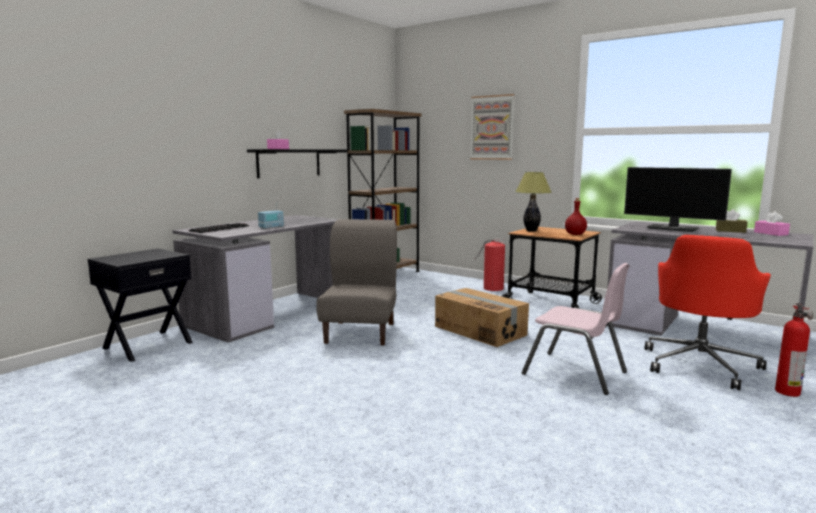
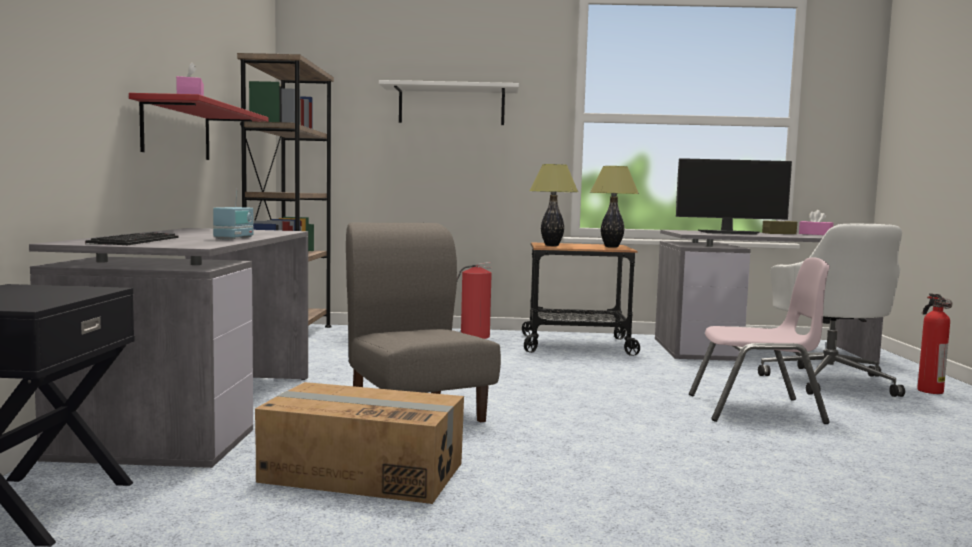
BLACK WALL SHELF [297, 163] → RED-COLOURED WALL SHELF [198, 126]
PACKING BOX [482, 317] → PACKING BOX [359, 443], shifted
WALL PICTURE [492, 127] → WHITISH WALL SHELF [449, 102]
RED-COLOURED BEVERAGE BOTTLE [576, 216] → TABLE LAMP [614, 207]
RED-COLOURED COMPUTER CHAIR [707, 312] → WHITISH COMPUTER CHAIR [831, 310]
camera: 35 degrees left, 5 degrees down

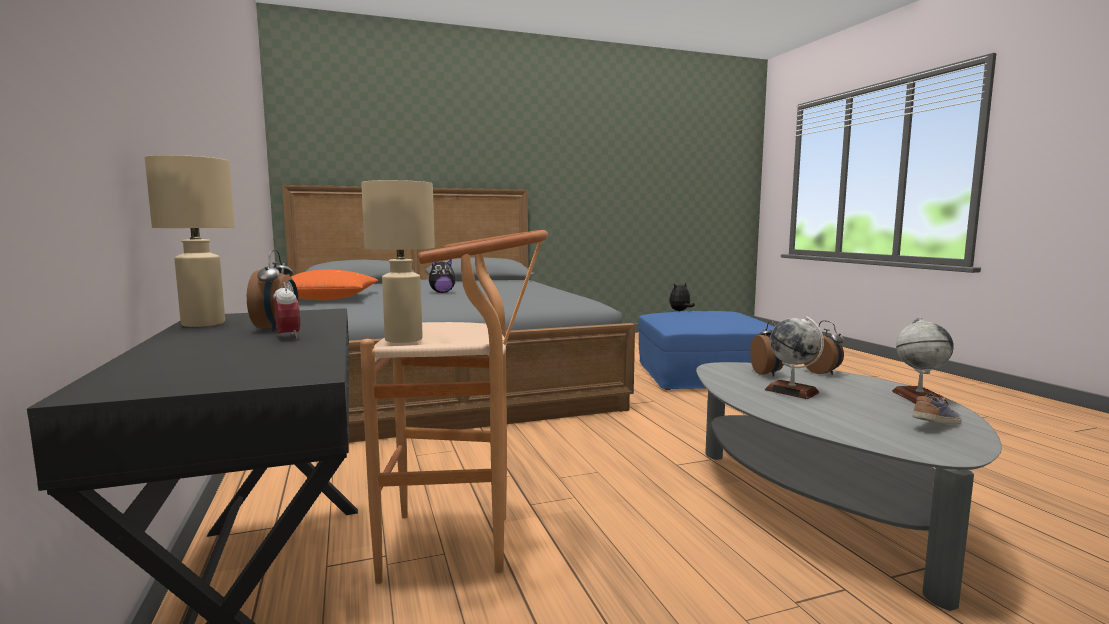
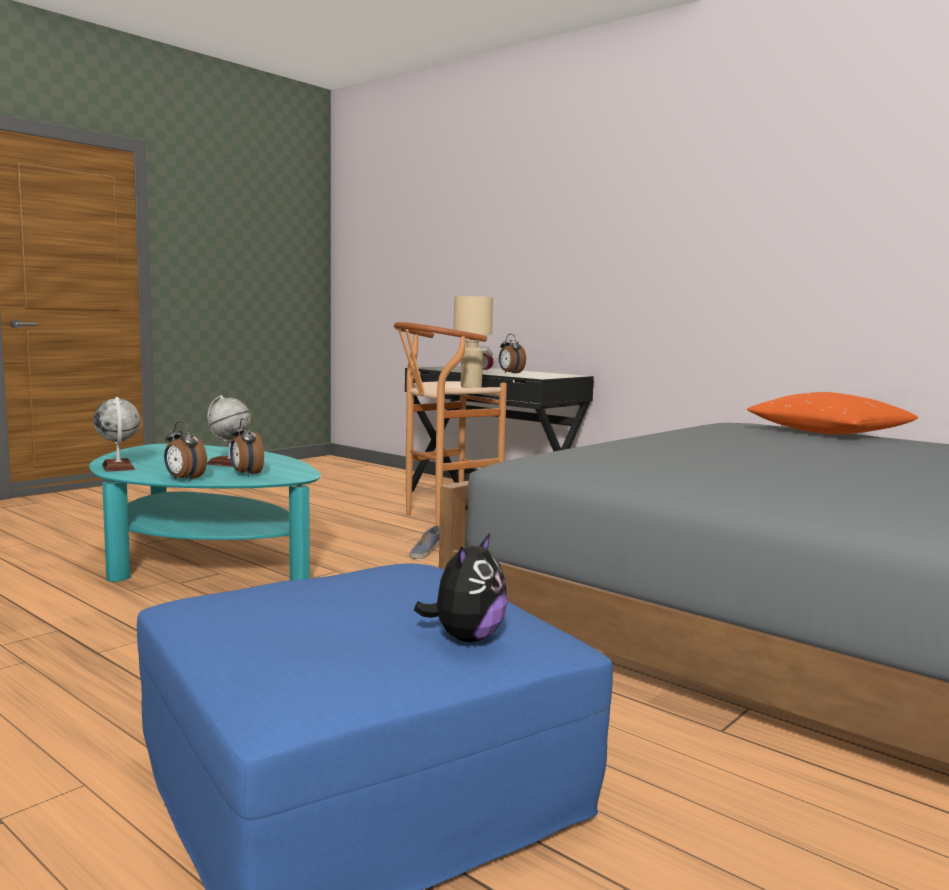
GREY LOW TABLE [849, 486] → TURQUOISE LOW TABLE [205, 513]
SHOE [937, 409] → SHOE [424, 542], shifted
BEIGE TABLE LAMP [190, 241] → -
CUDDLY TOY [442, 276] → -
camera: 150 degrees right, 0 degrees up

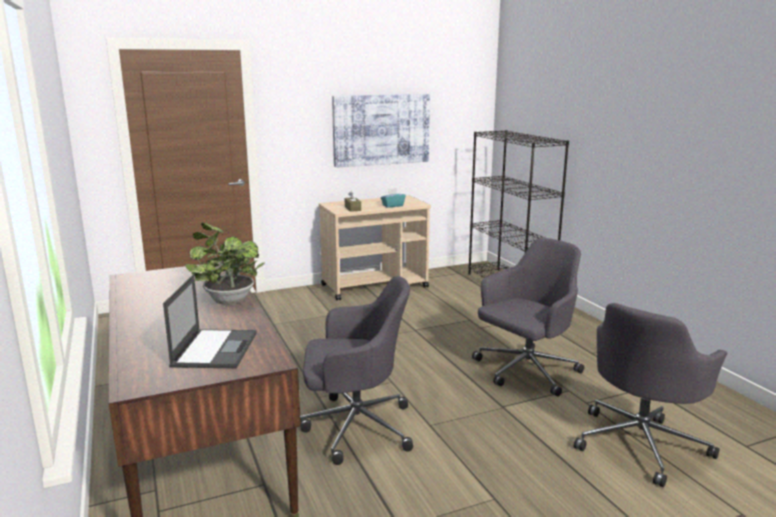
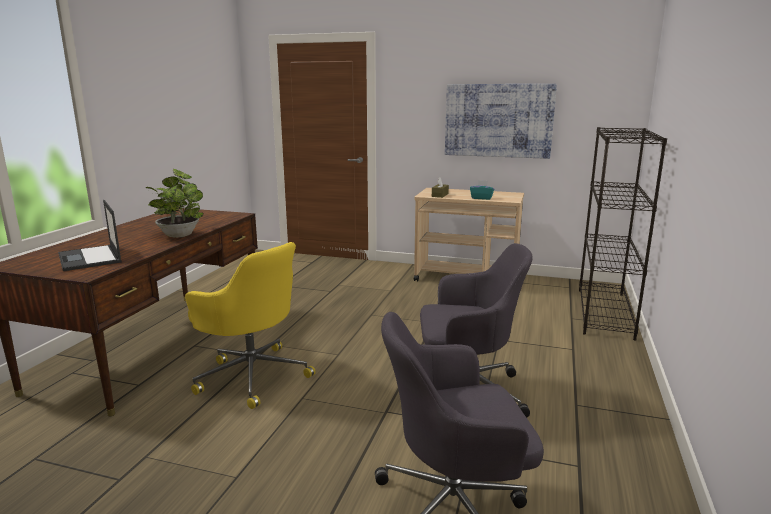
PORTABLE COMPUTER [209, 322] → PORTABLE COMPUTER [90, 235], 105 degrees clockwise
GREY COMPUTER CHAIR [356, 370] → YELLOWISH COMPUTER CHAIR [250, 325]
camera: 40 degrees right, 0 degrees up

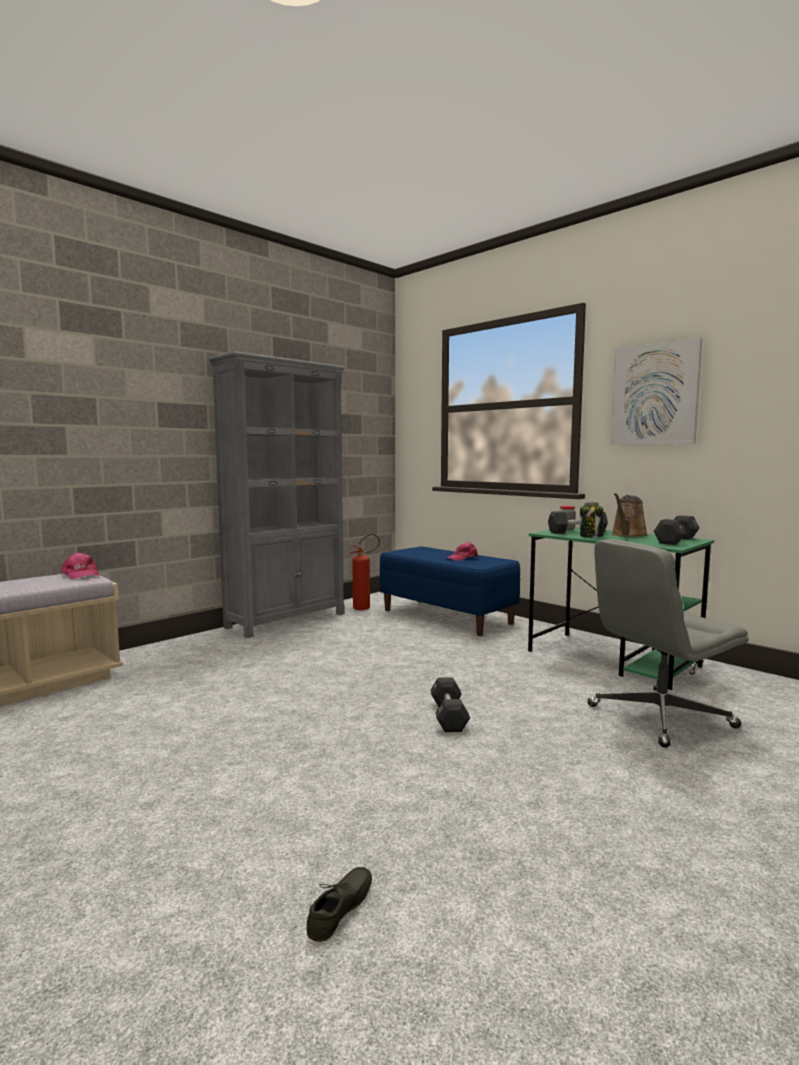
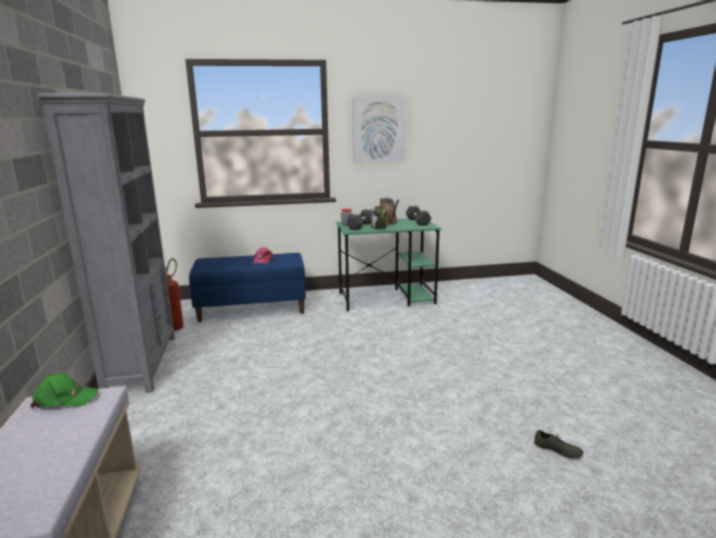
PINK-COLOURED CAP [80, 565] → GREENISH CAP [64, 391]
GREY SHOE [339, 904] → GREY SHOE [558, 444], 150 degrees clockwise
BLACK FREE WEIGHT [450, 704] → -
GREY COMPUTER CHAIR [668, 643] → -
camera: 55 degrees left, 10 degrees up

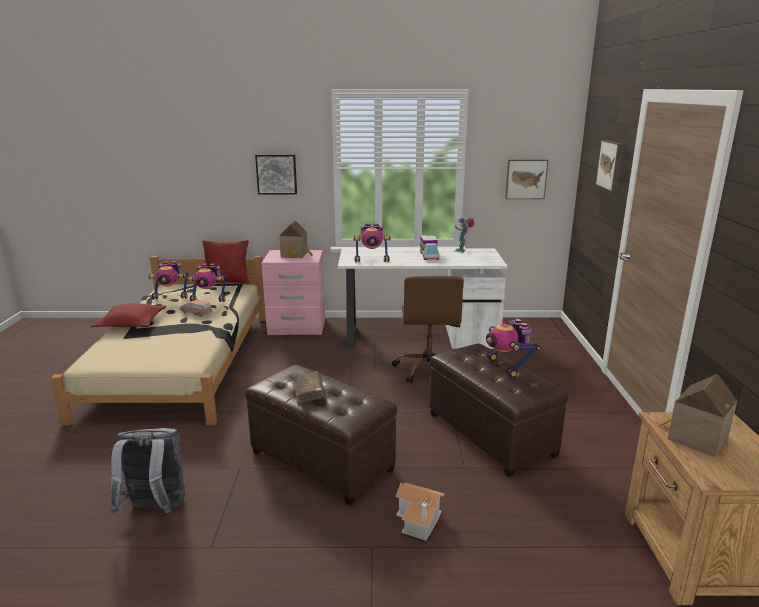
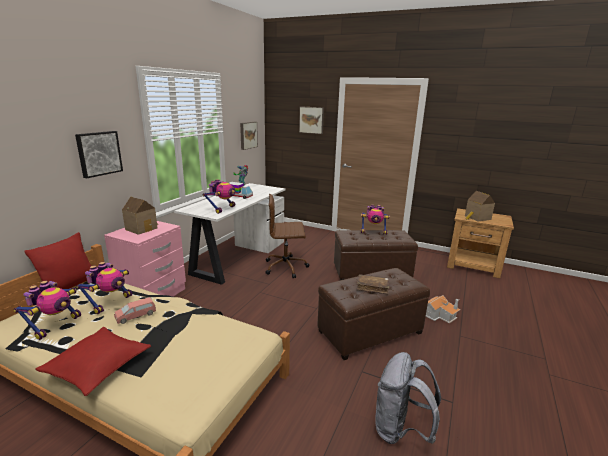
BROWN COMPUTER CHAIR [428, 329] → BROWN COMPUTER CHAIR [287, 236], 150 degrees clockwise
camera: 65 degrees left, 0 degrees up

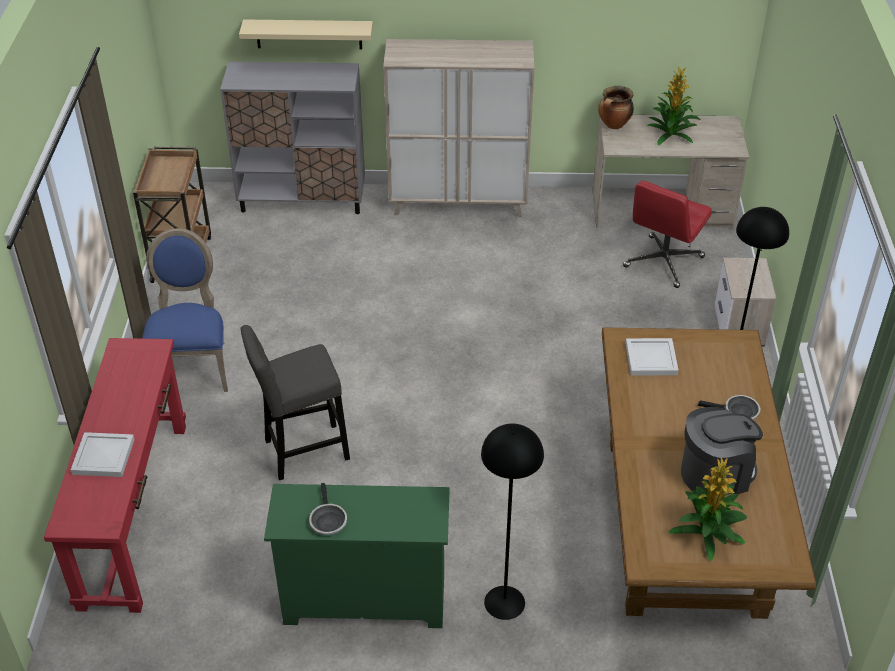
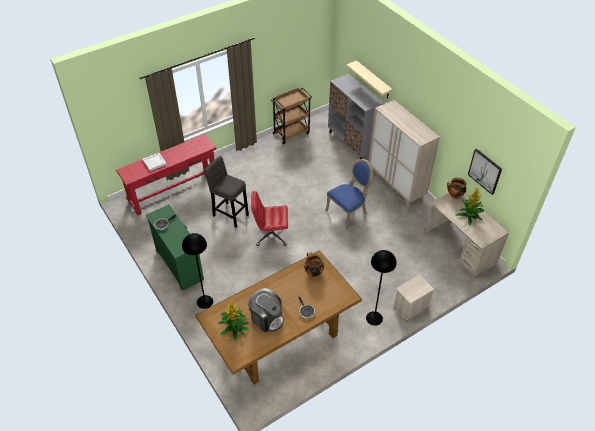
RED-COLOURED COMPUTER CHAIR [667, 234] → RED-COLOURED COMPUTER CHAIR [269, 218], shifted
WHITISH SERVING TRAY [652, 357] → COOKING POT [314, 264]
BLUISH UPRIGHT CHAIR [185, 310] → BLUISH UPRIGHT CHAIR [349, 194], shifted
- → WALL PICTURE [485, 172]
camera: 55 degrees right, 5 degrees up

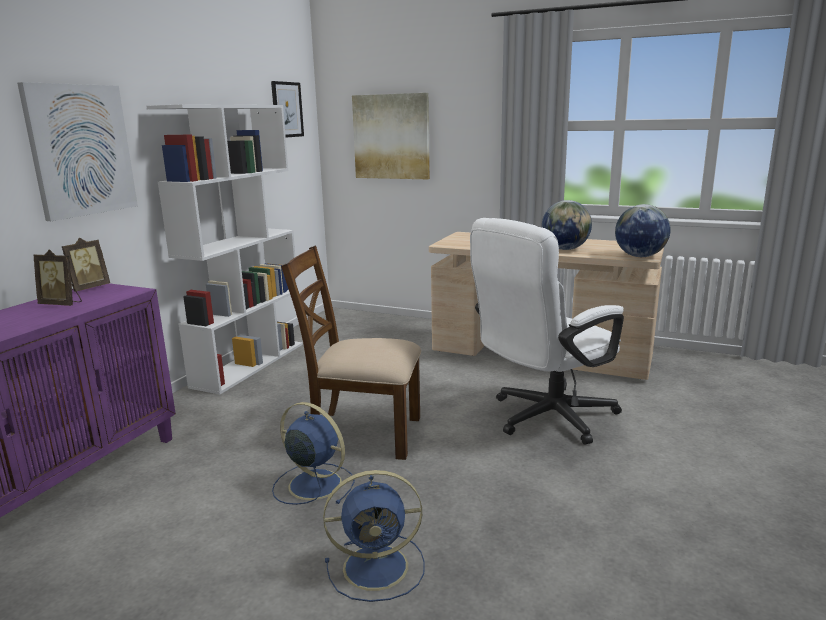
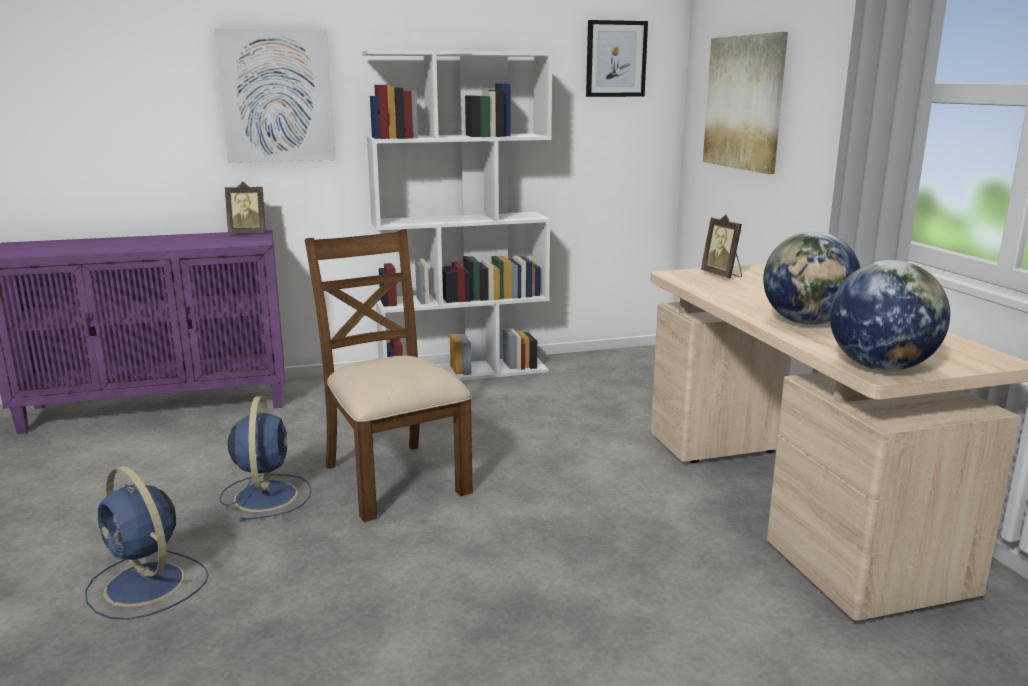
PHOTO FRAME [58, 277] → PHOTO FRAME [721, 246], shifted
WHITISH COMPUTER CHAIR [547, 331] → -
camera: 50 degrees right, 0 degrees up

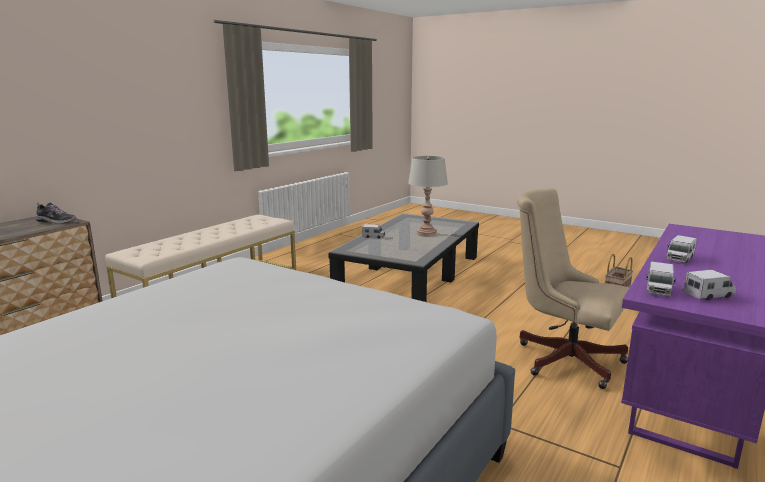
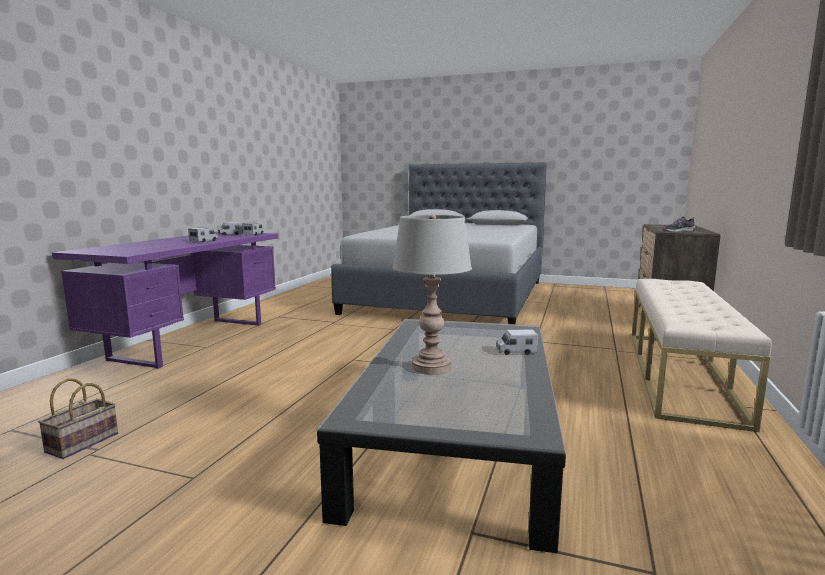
BEIGE COMPUTER CHAIR [573, 288] → -
camera: 165 degrees right, 5 degrees down

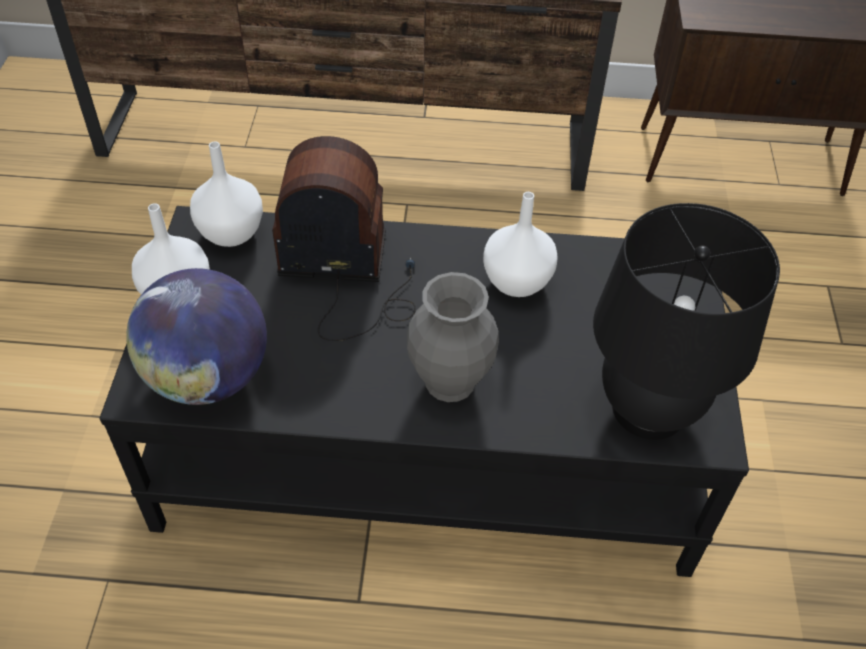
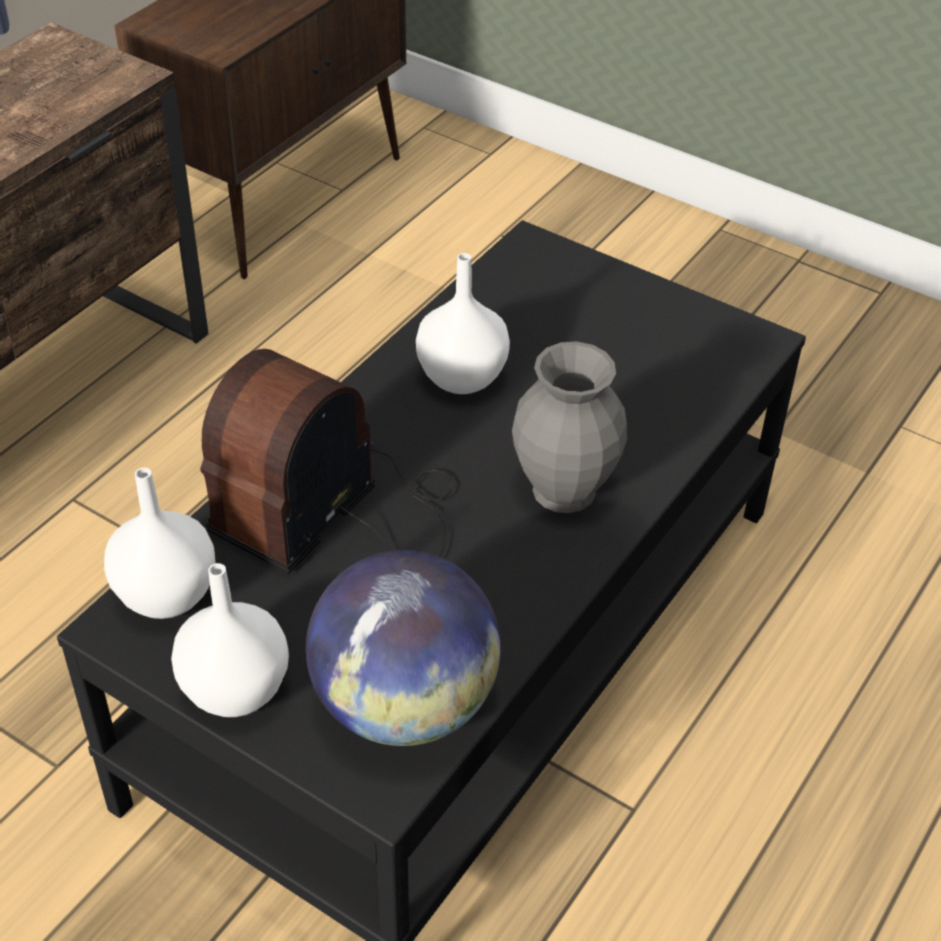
BLACK TABLE LAMP [686, 321] → -
camera: 60 degrees left, 5 degrees down

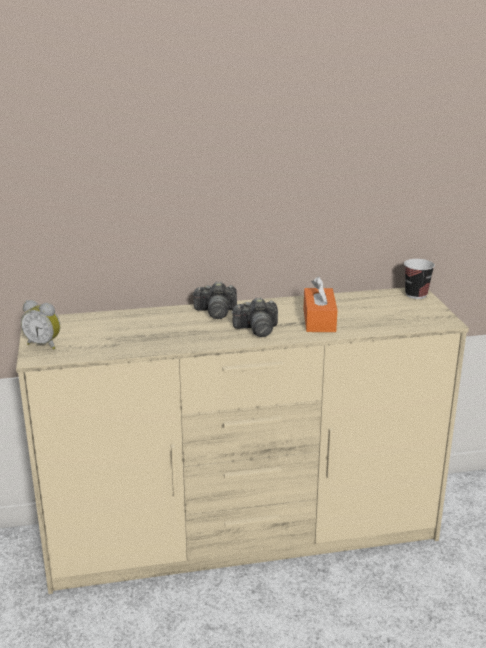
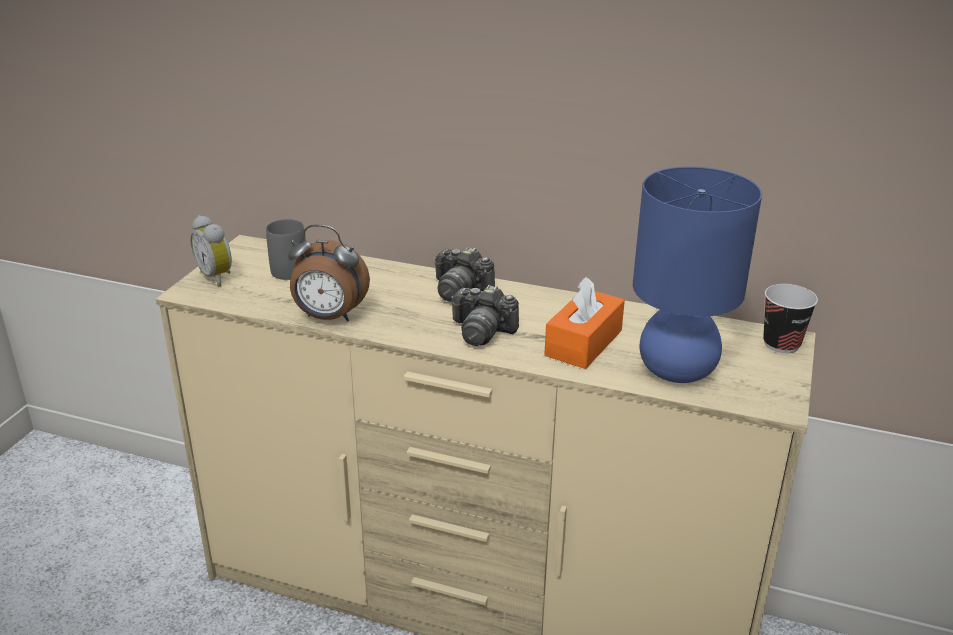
- → GREY TEA MUG [286, 249]
- → TABLE CLOCK [329, 272]
- → BLUISH TABLE LAMP [697, 274]
camera: 30 degrees right, 5 degrees up

